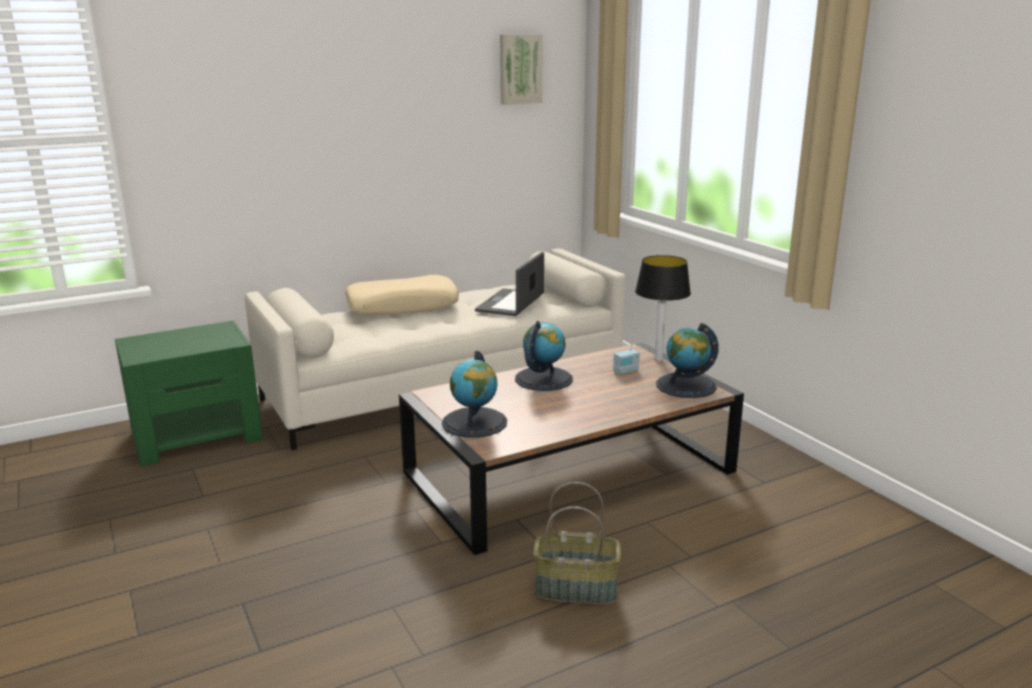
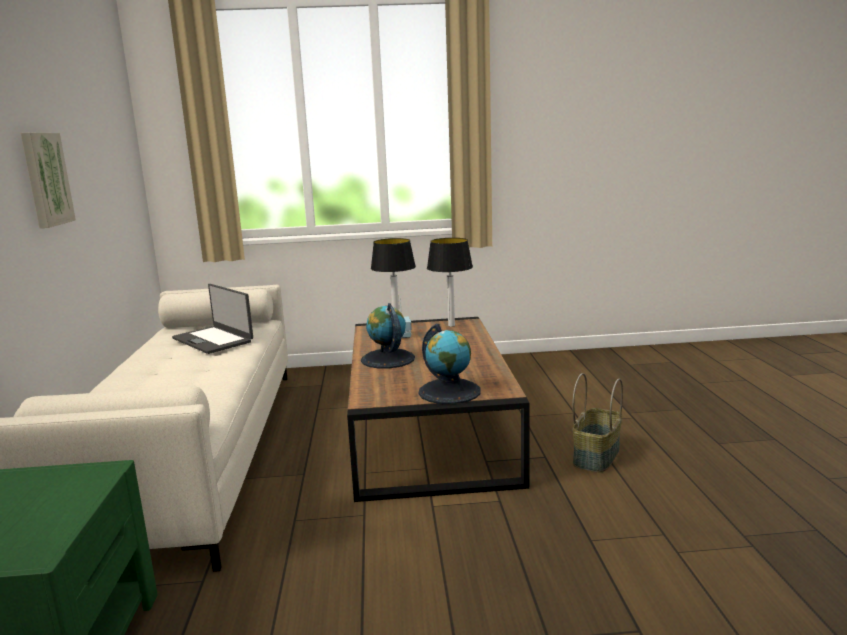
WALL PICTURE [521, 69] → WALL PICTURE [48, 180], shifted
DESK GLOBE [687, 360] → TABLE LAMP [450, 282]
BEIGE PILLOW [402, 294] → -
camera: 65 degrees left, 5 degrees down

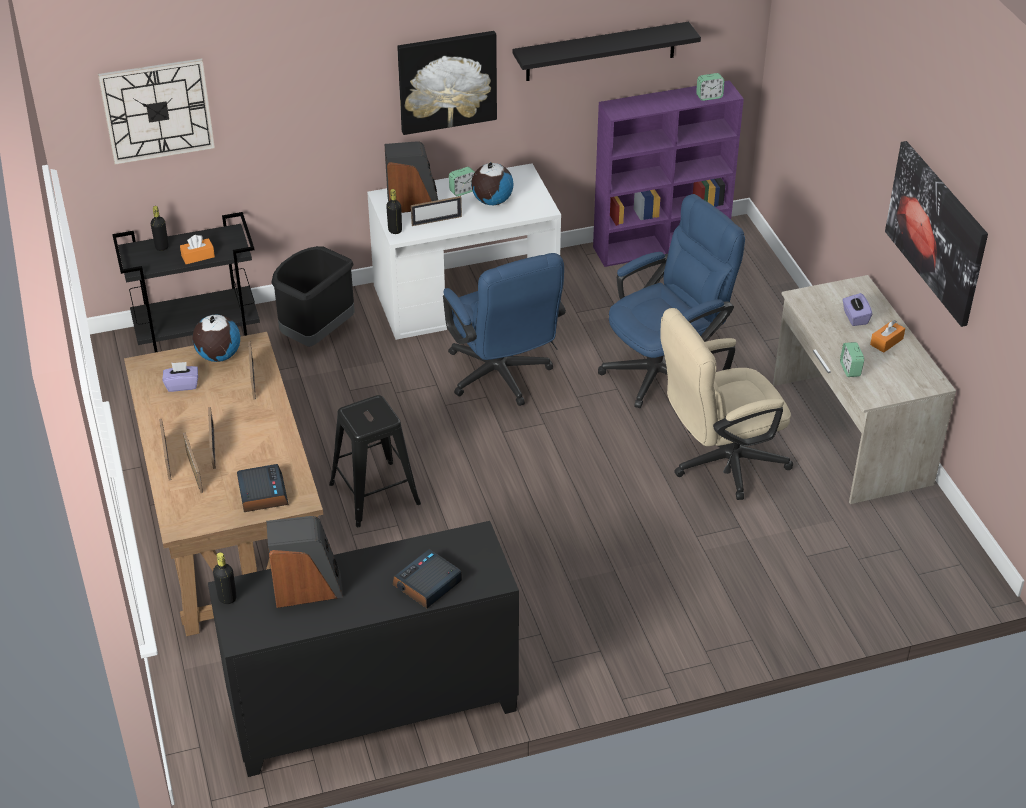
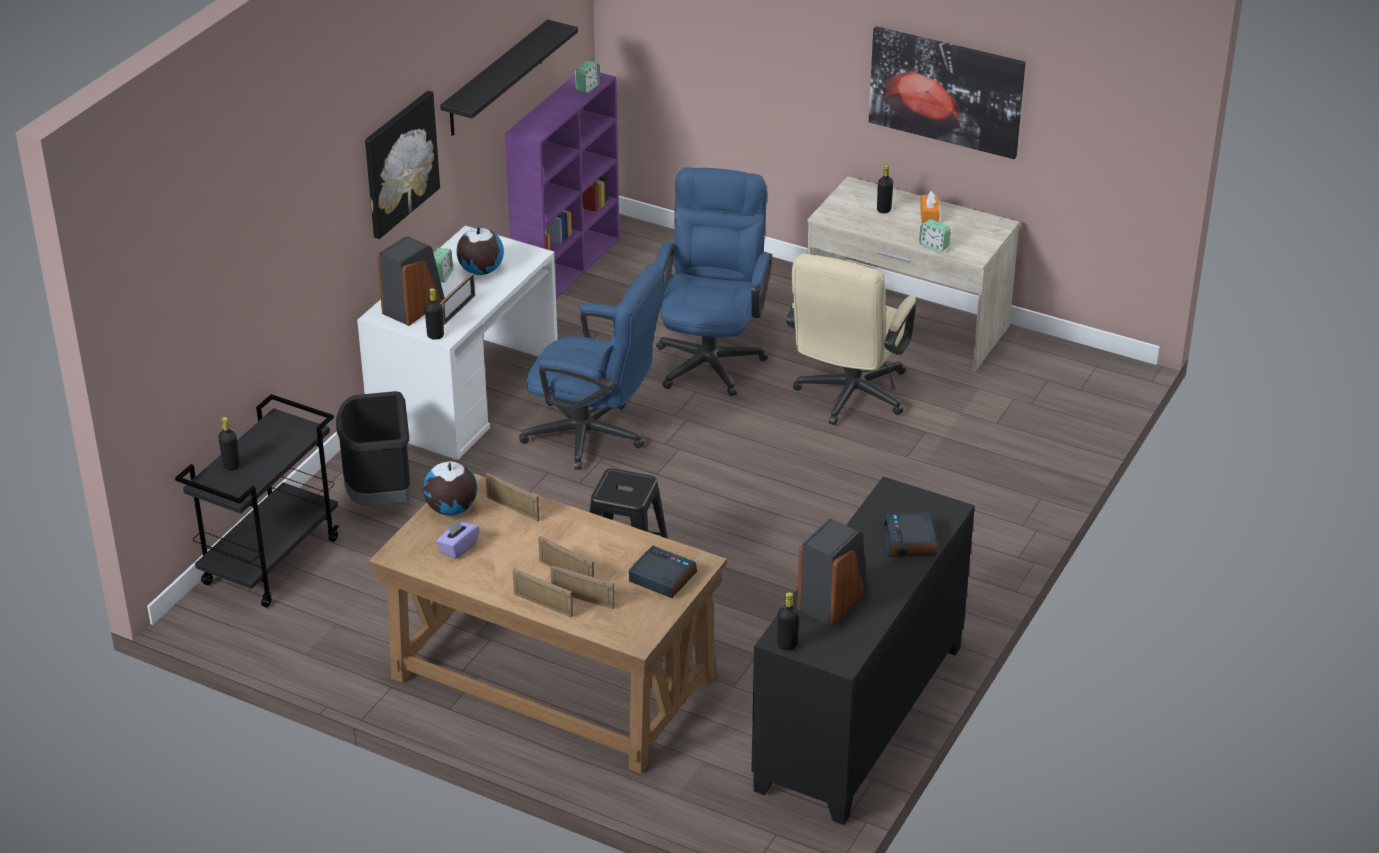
PURPLE TISSUE BOX [857, 309] → BLACK BEVERAGE BOTTLE [885, 189]
CLOCK ON THE WALL [156, 111] → -
ORANGEY TISSUE BOX [197, 249] → -
camera: 45 degrees left, 5 degrees down

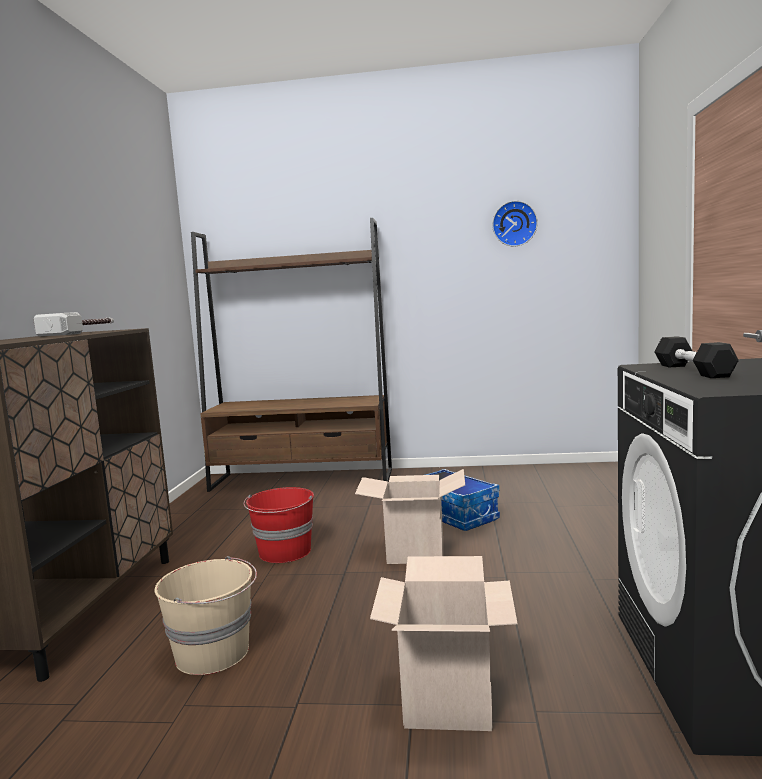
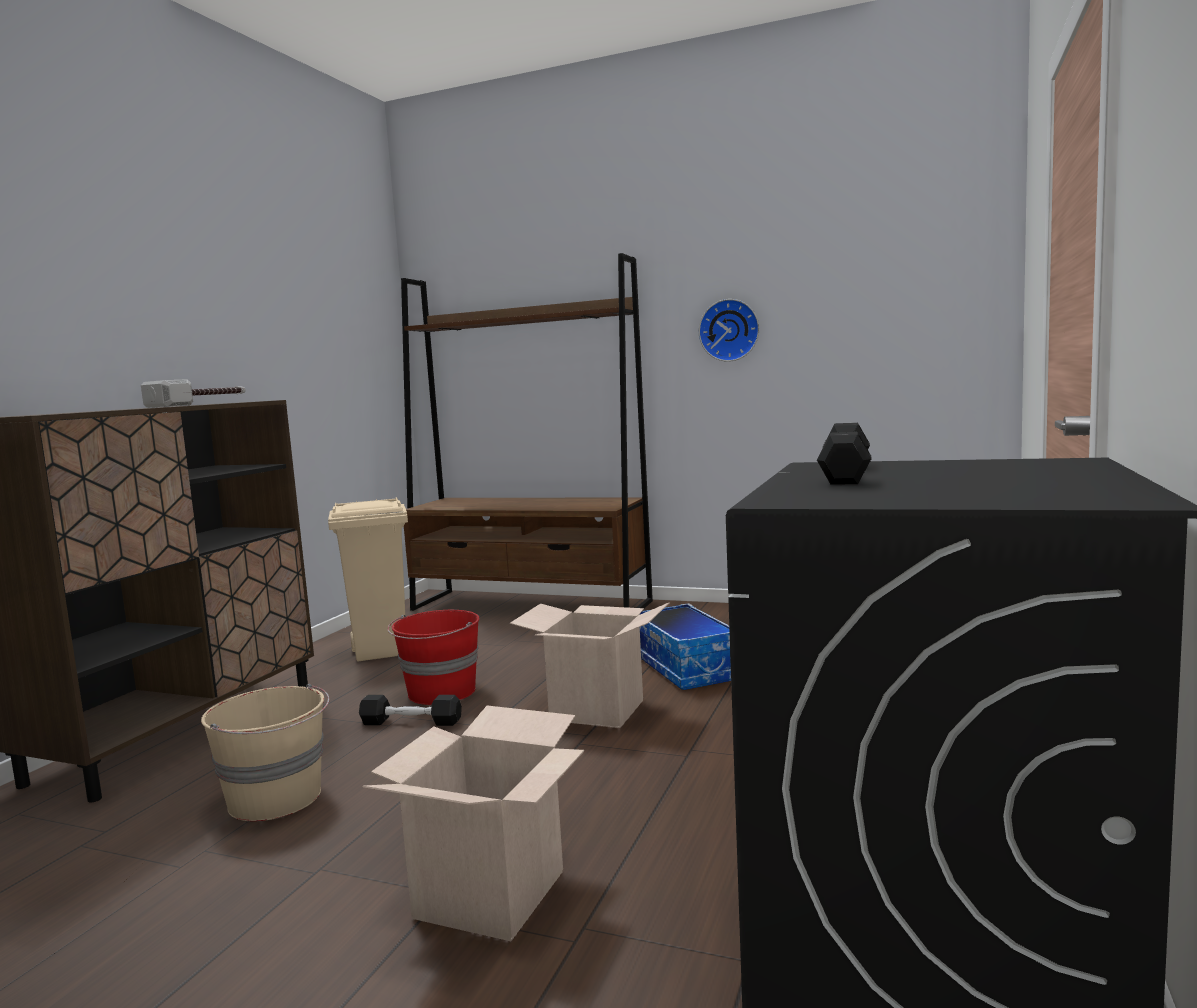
- → BEIGE WASTE BIN [368, 579]
- → BLACK FREE WEIGHT [410, 710]
CLOCK ON THE WALL [515, 223] → CLOCK ON THE WALL [729, 330], shifted
camera: 15 degrees right, 0 degrees up

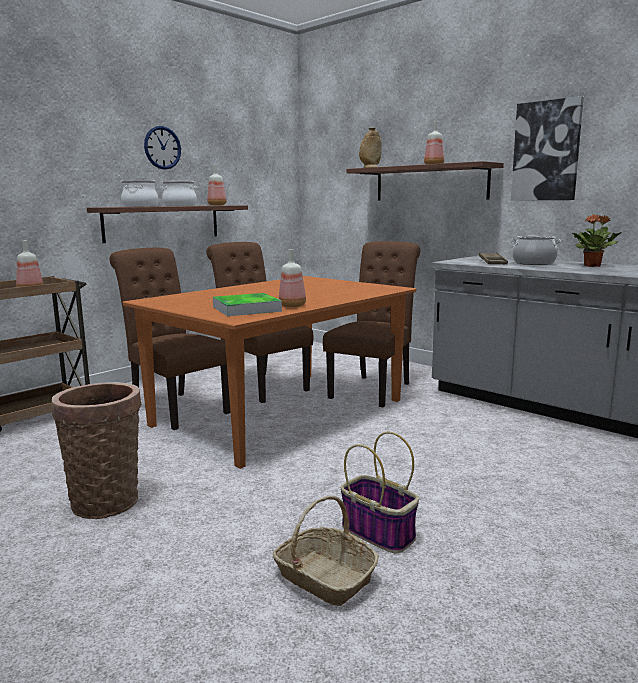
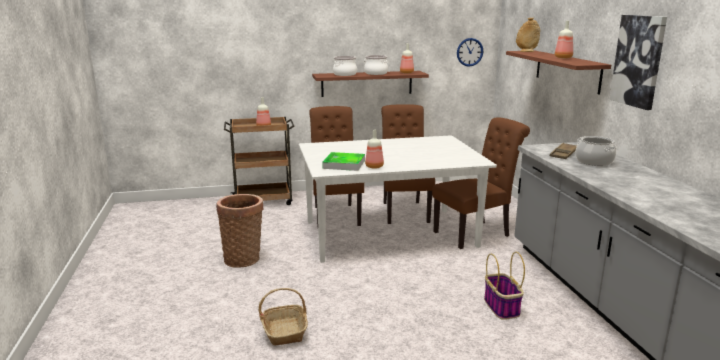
ORANGEY DINNER TABLE [269, 372] → WHITISH DINNER TABLE [398, 199]
CLOCK ON THE WALL [162, 148] → CLOCK ON THE WALL [470, 52], shifted
HOUSEHOLD BASKET [379, 493] → HOUSEHOLD BASKET [504, 286], shifted
POTTED PLANT [597, 240] → -
camera: 35 degrees right, 5 degrees up

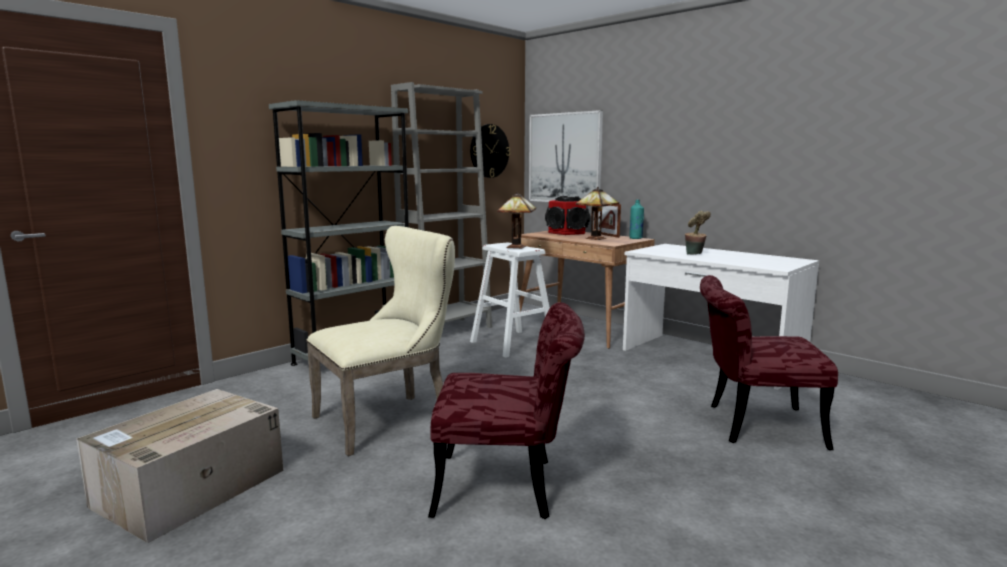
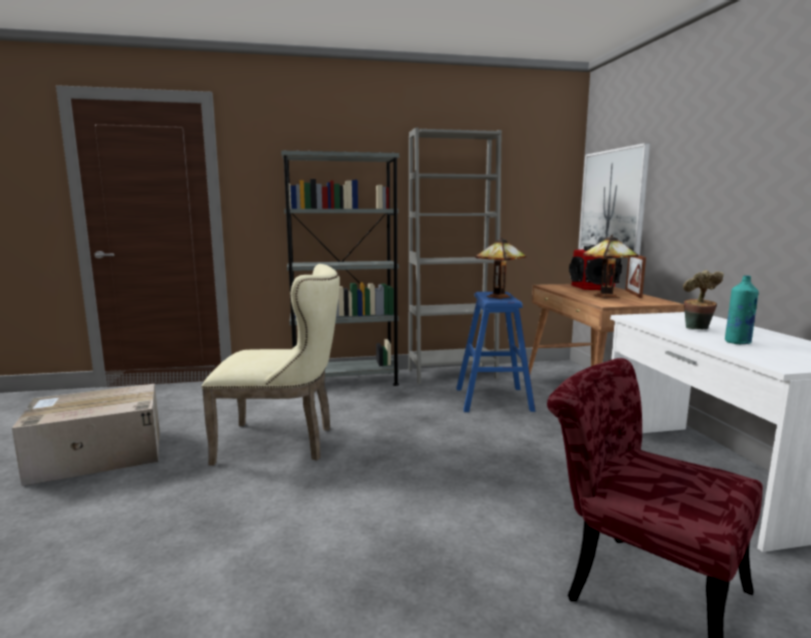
WHITISH STOOL SEAT [510, 300] → BLUISH STOOL SEAT [495, 352]
TURQUOISE BEVERAGE BOTTLE [636, 219] → TURQUOISE BEVERAGE BOTTLE [742, 310], shifted
RED-COLOURED UPRIGHT CHAIR [506, 410] → -
CLOCK ON THE WALL [490, 151] → -
camera: 35 degrees right, 0 degrees up

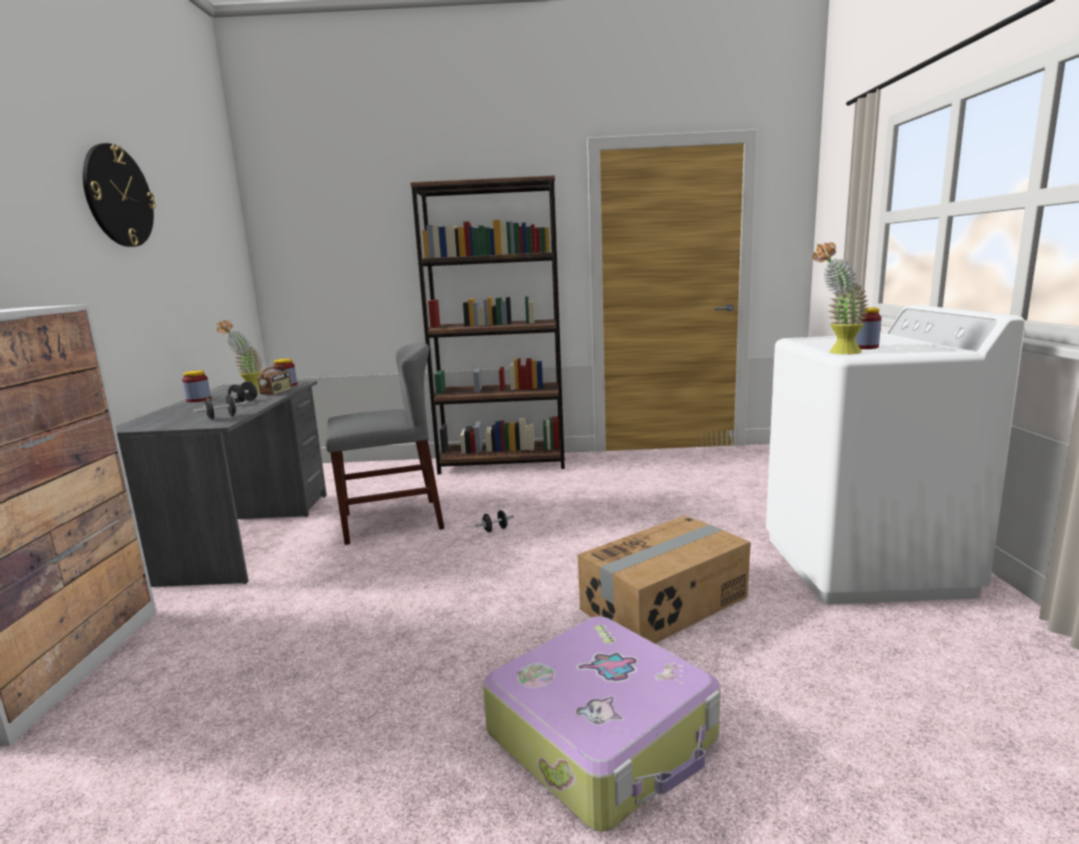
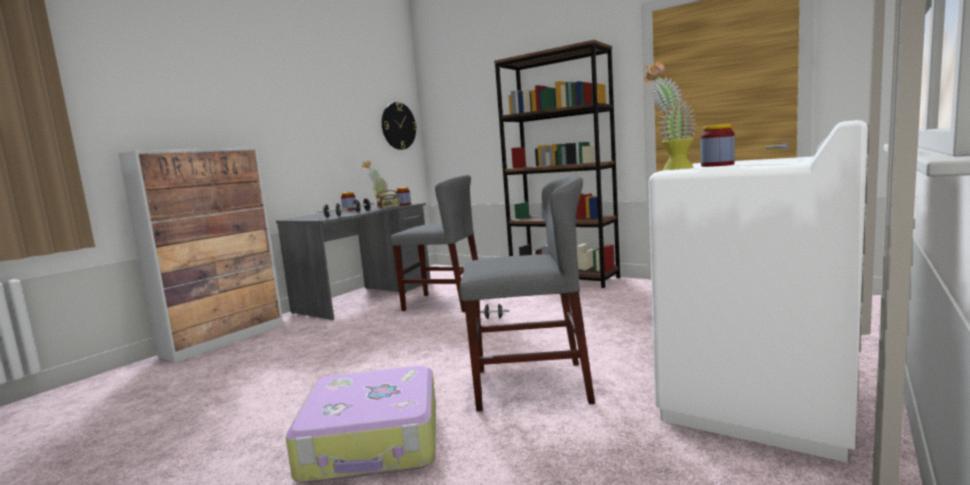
CLOCK ON THE WALL [119, 195] → CLOCK ON THE WALL [399, 126], shifted
PACKING BOX [664, 579] → GREY UPRIGHT CHAIR [527, 293]
camera: 35 degrees right, 5 degrees down

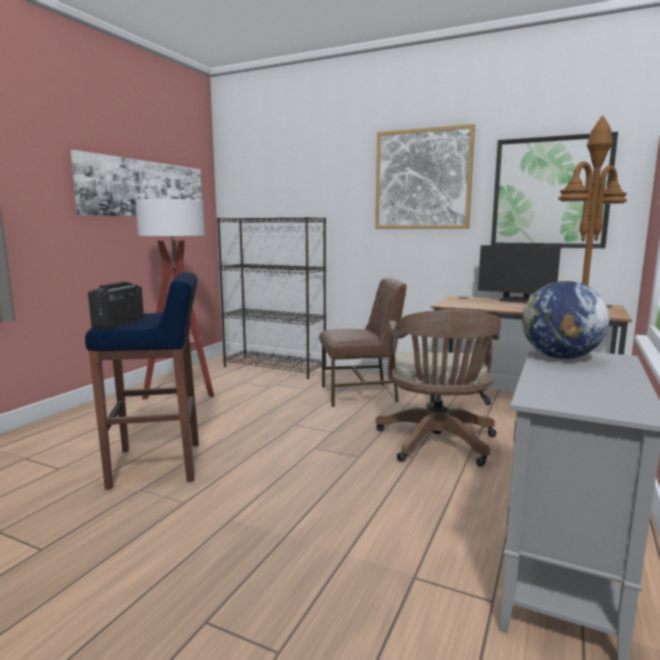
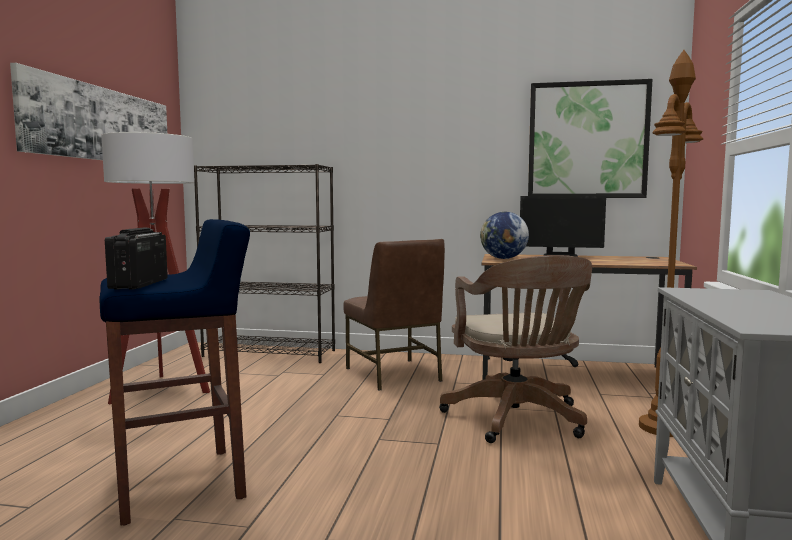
BROWN UPRIGHT CHAIR [363, 342] → BROWN UPRIGHT CHAIR [394, 315], 90 degrees clockwise
DESK GLOBE [565, 320] → DESK GLOBE [504, 235], shifted
WALL PICTURE [425, 176] → -
camera: 15 degrees left, 5 degrees down

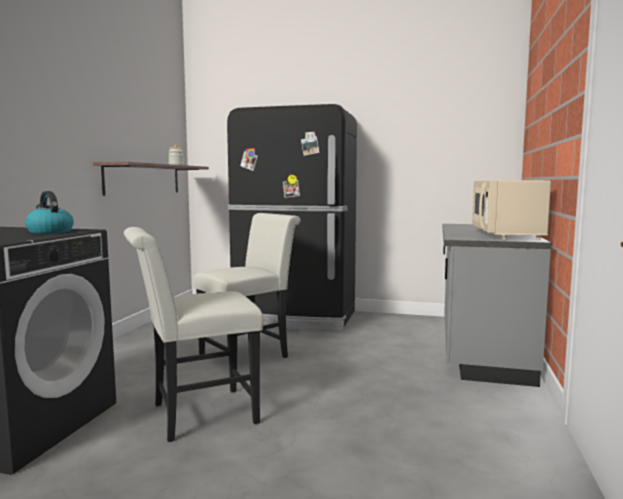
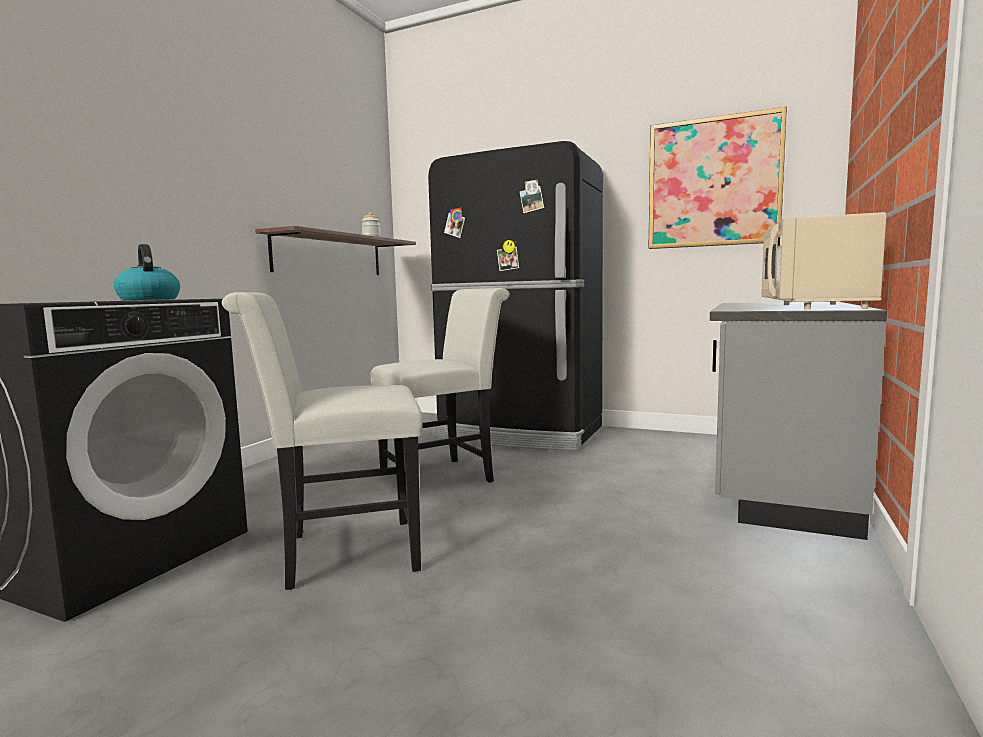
- → WALL PICTURE [718, 178]
camera: 10 degrees right, 0 degrees up

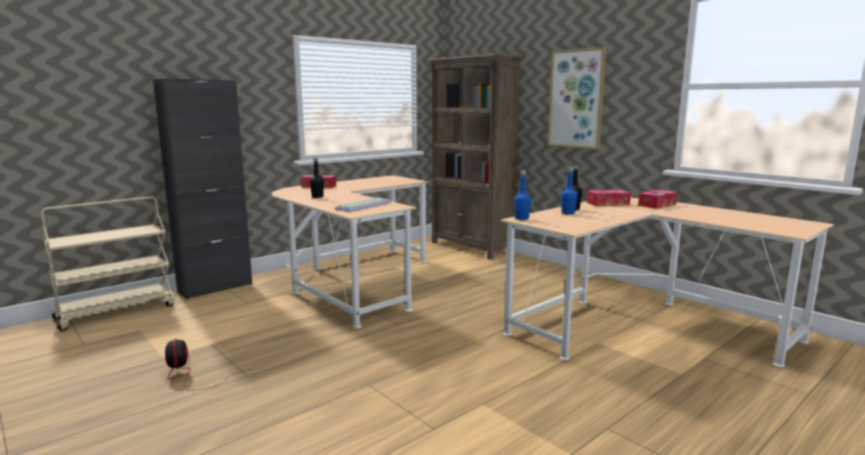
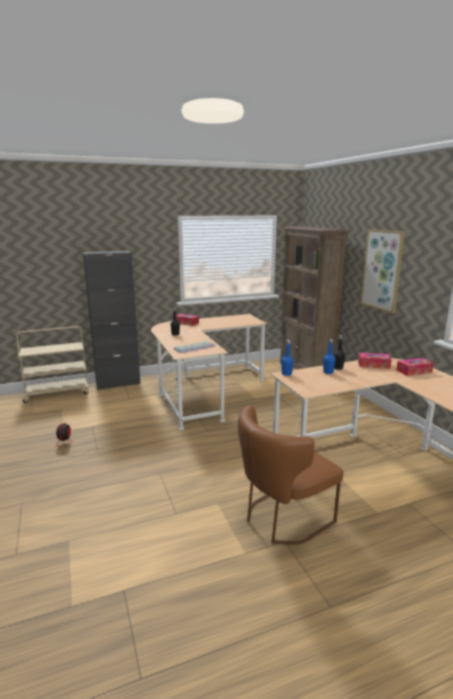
- → BROWN UPRIGHT CHAIR [291, 475]
camera: 20 degrees right, 5 degrees up

